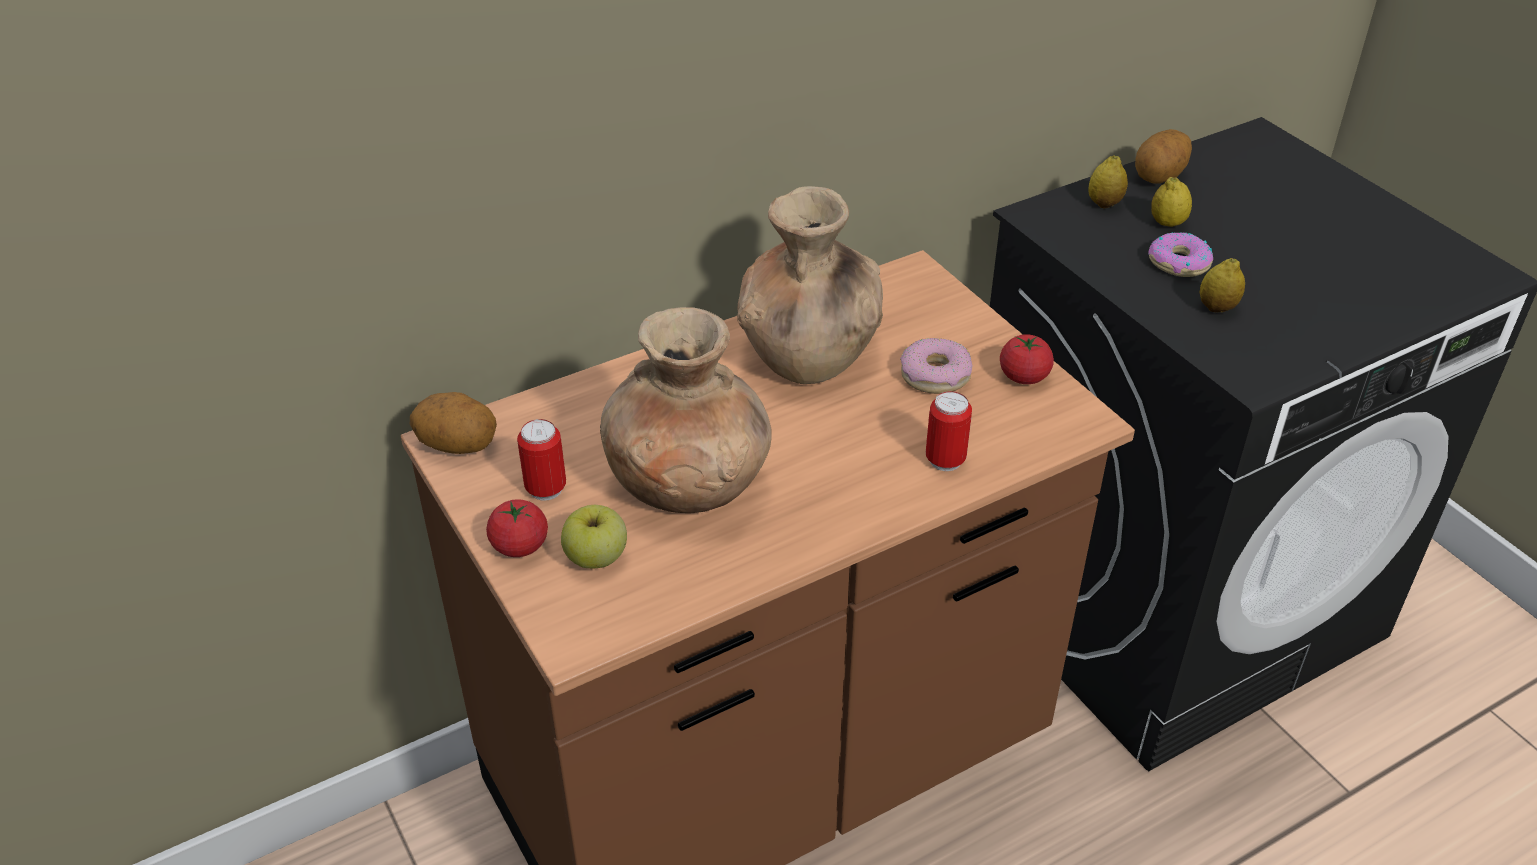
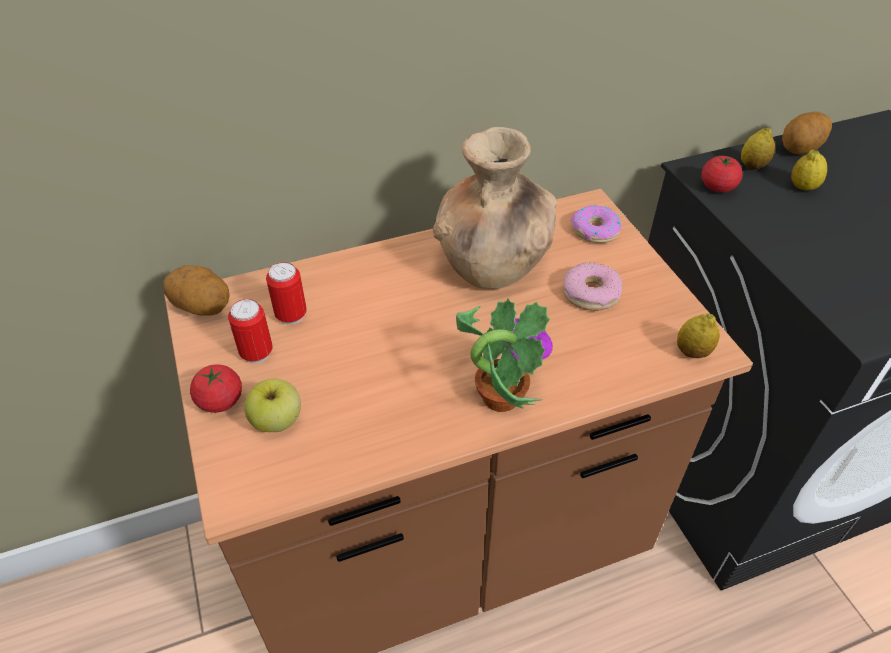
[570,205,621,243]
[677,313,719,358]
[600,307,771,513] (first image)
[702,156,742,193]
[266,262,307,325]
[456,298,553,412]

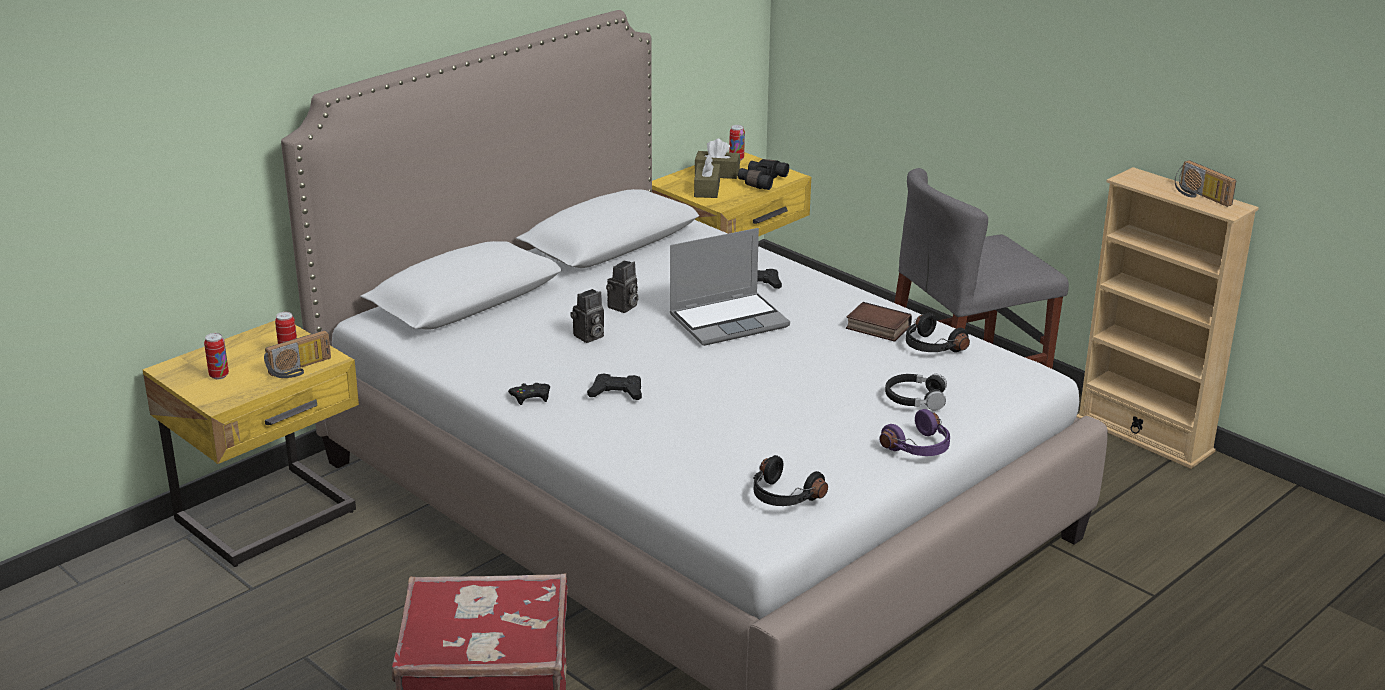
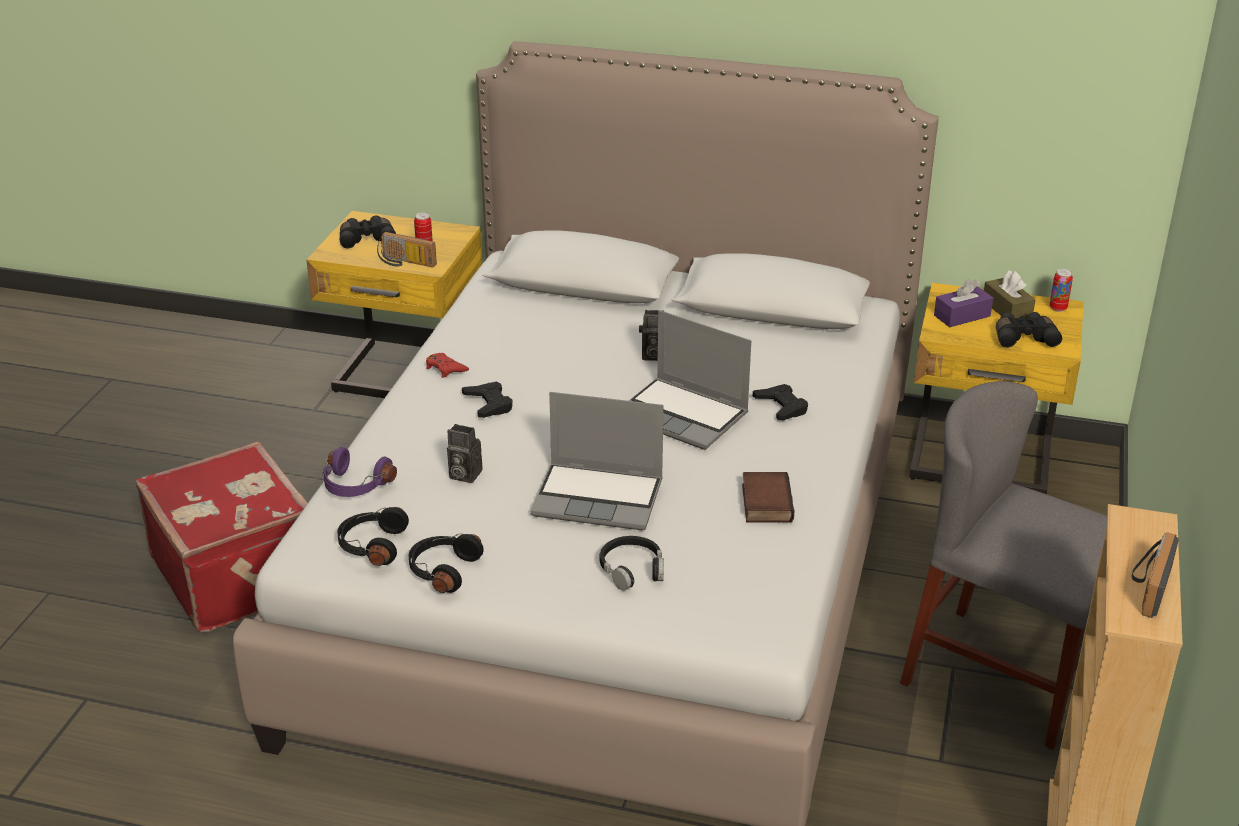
[934,279,993,327]
[447,424,482,483]
[408,533,484,593]
[340,215,396,249]
[426,353,469,378]
[322,447,397,497]
[530,392,664,530]

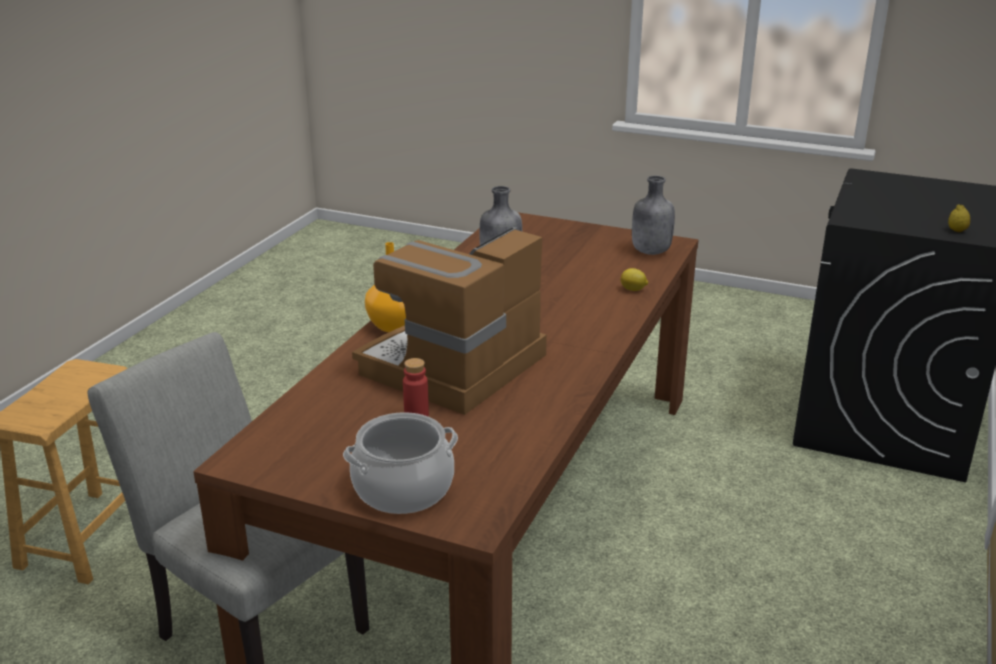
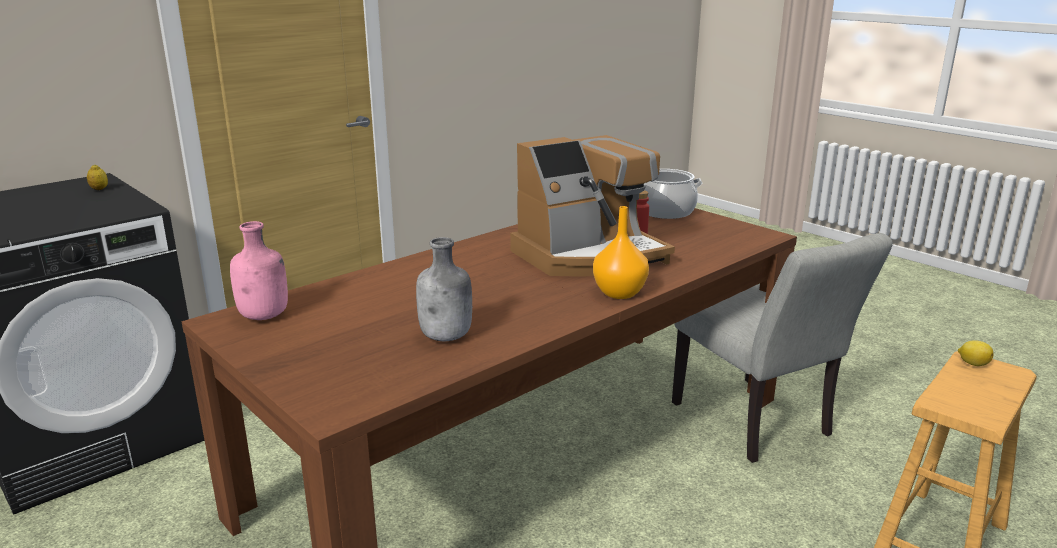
[230,221,288,320]
[958,340,994,366]

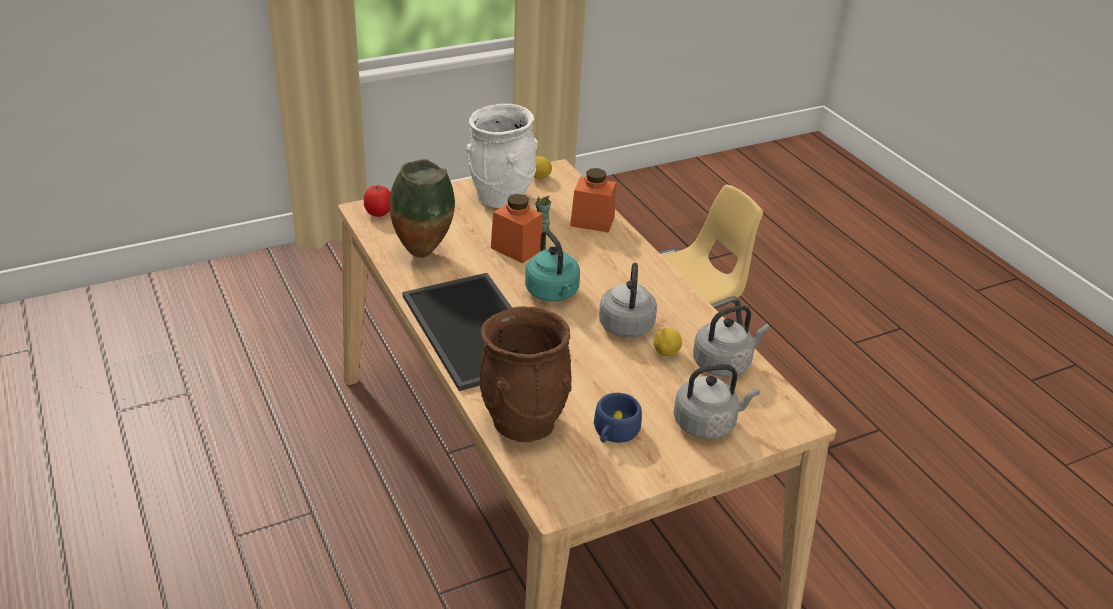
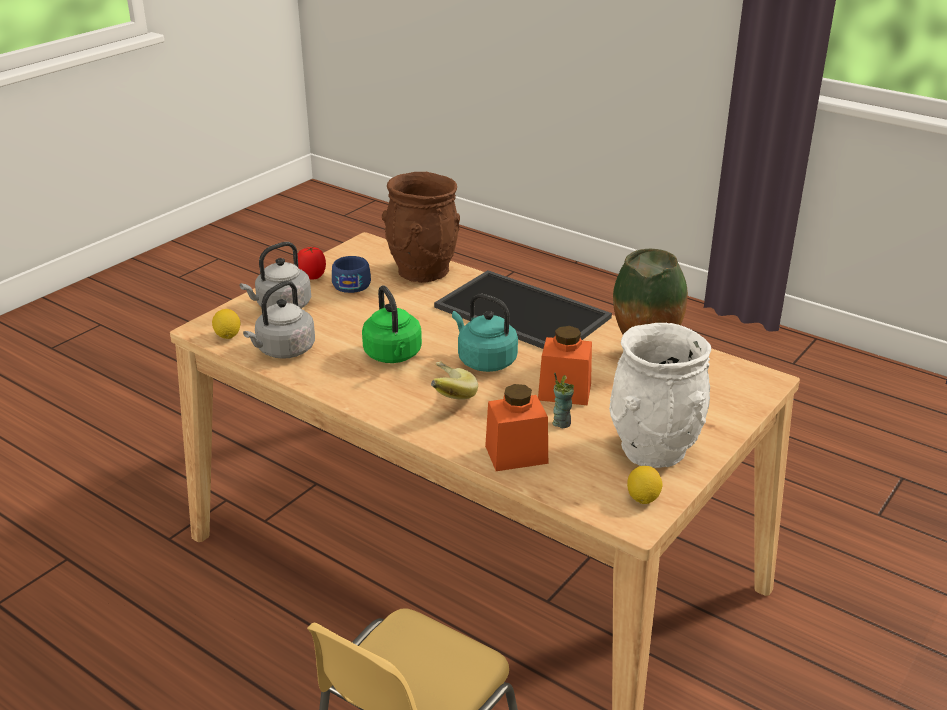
[298,247,326,280]
[362,285,422,363]
[212,309,240,339]
[431,361,478,400]

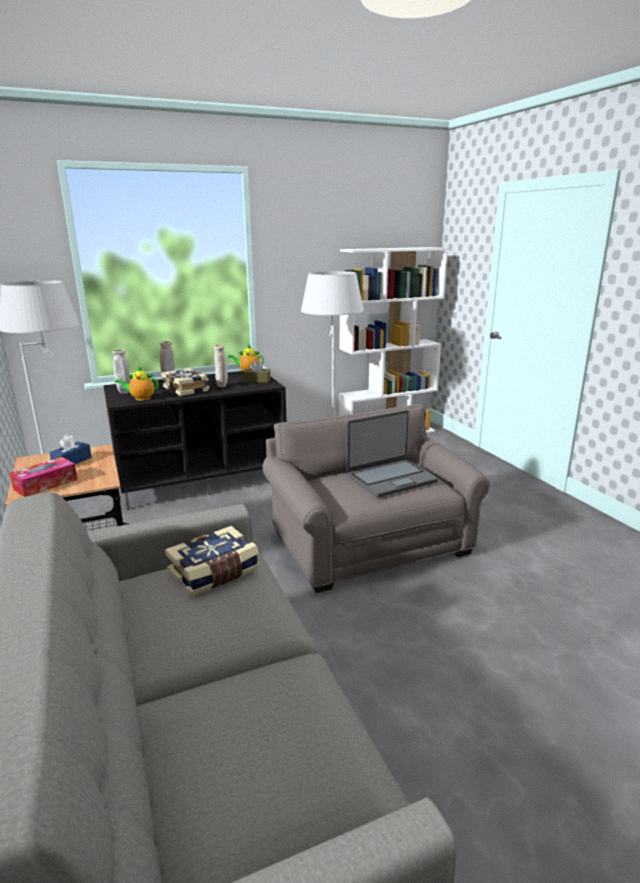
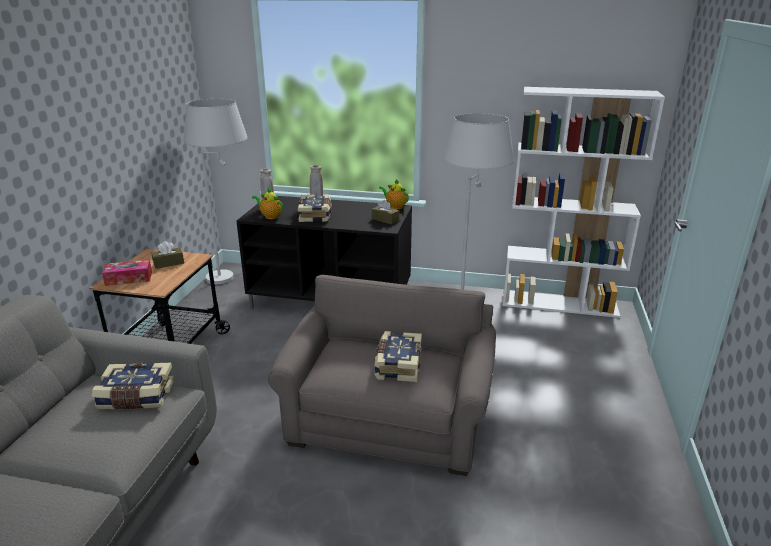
[213,345,228,387] (first image)
[374,331,422,382]
[152,241,184,269]

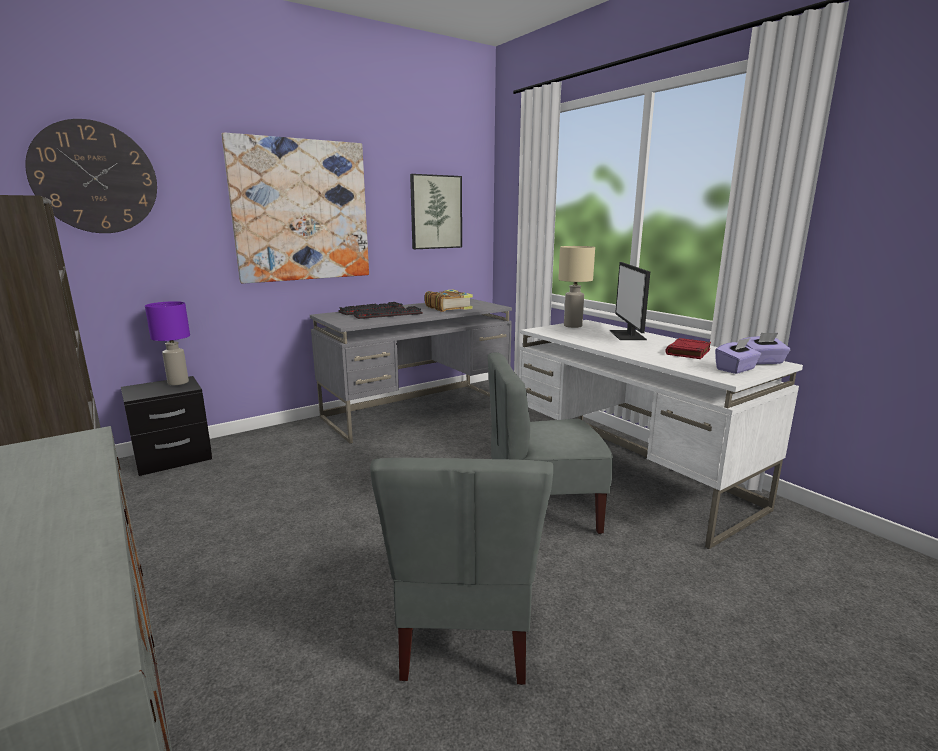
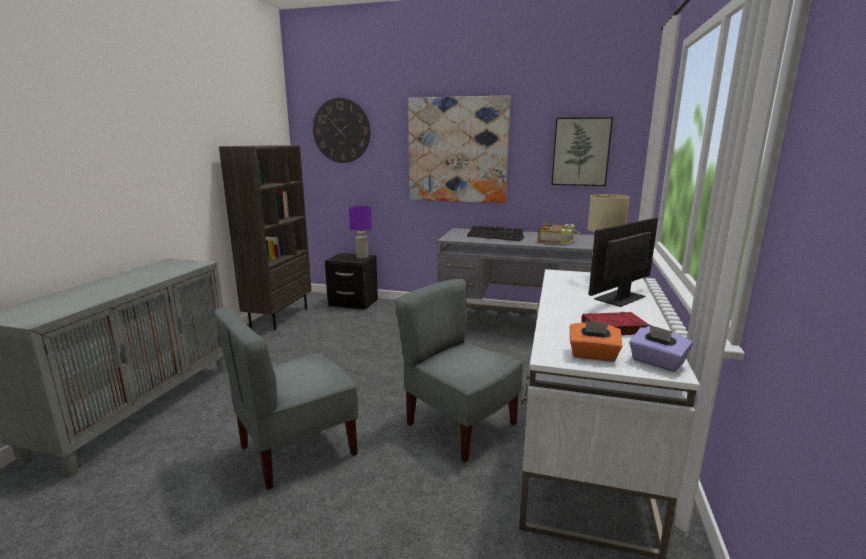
[570,321,622,362]

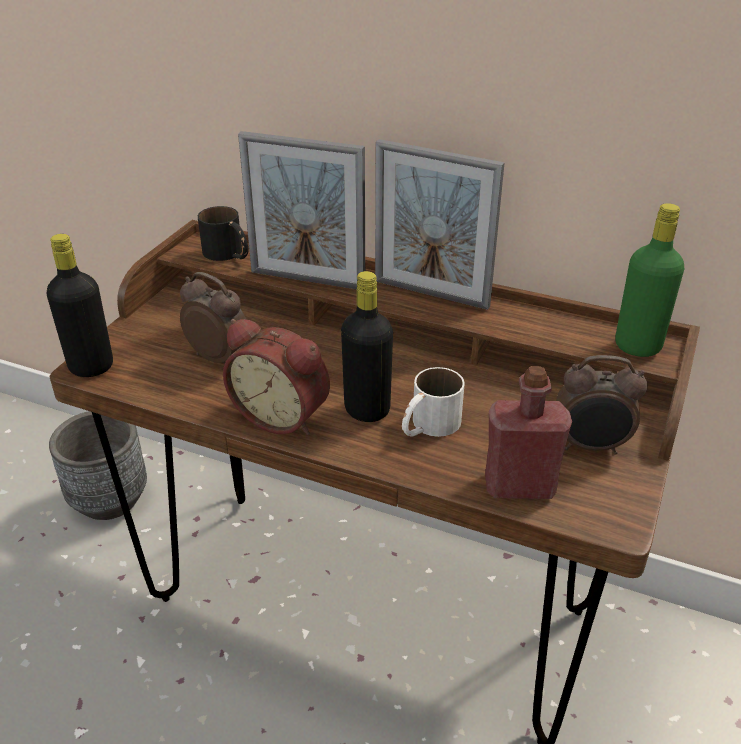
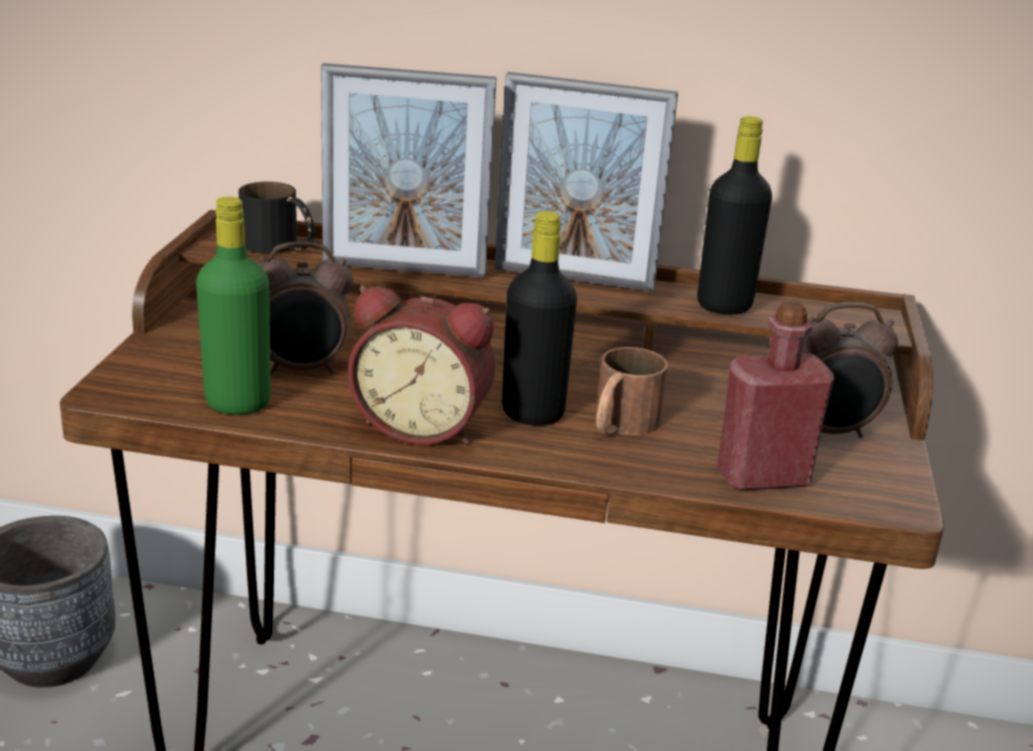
[196,197,271,414]
[697,116,772,314]
[259,242,353,374]
[596,347,668,435]

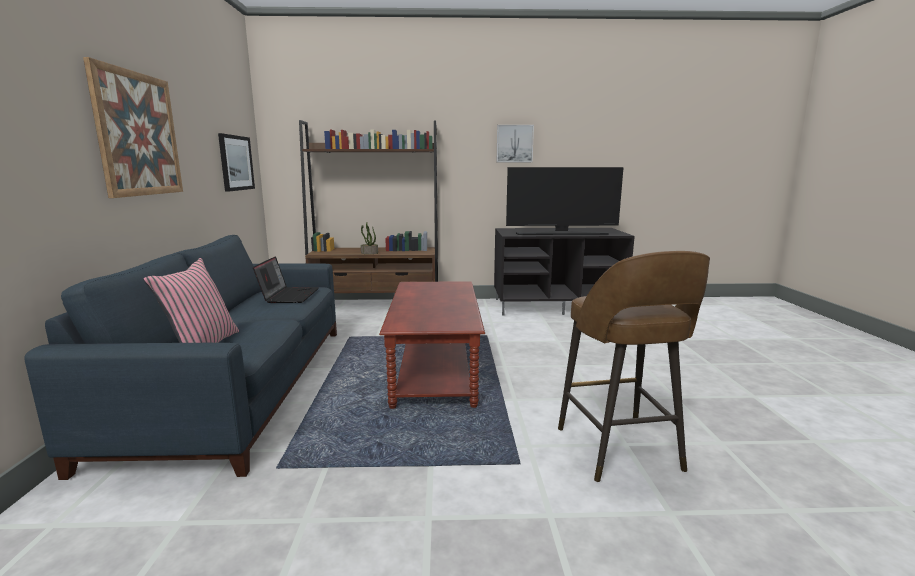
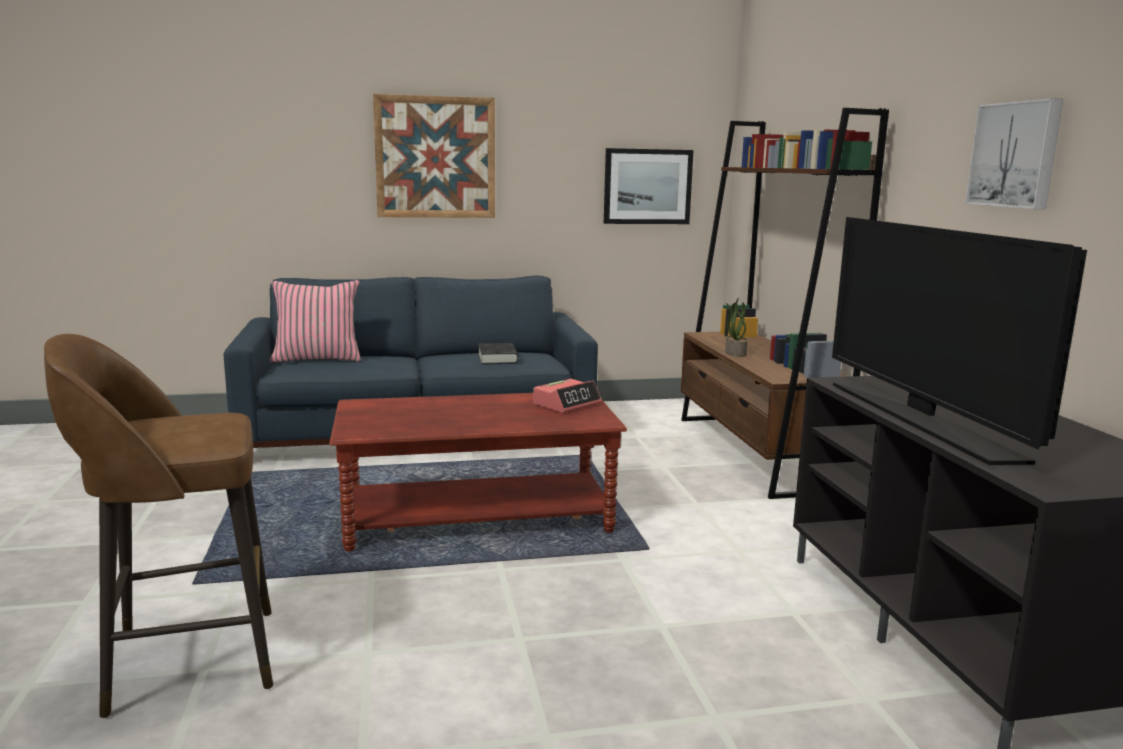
[478,343,519,364]
[533,379,602,413]

